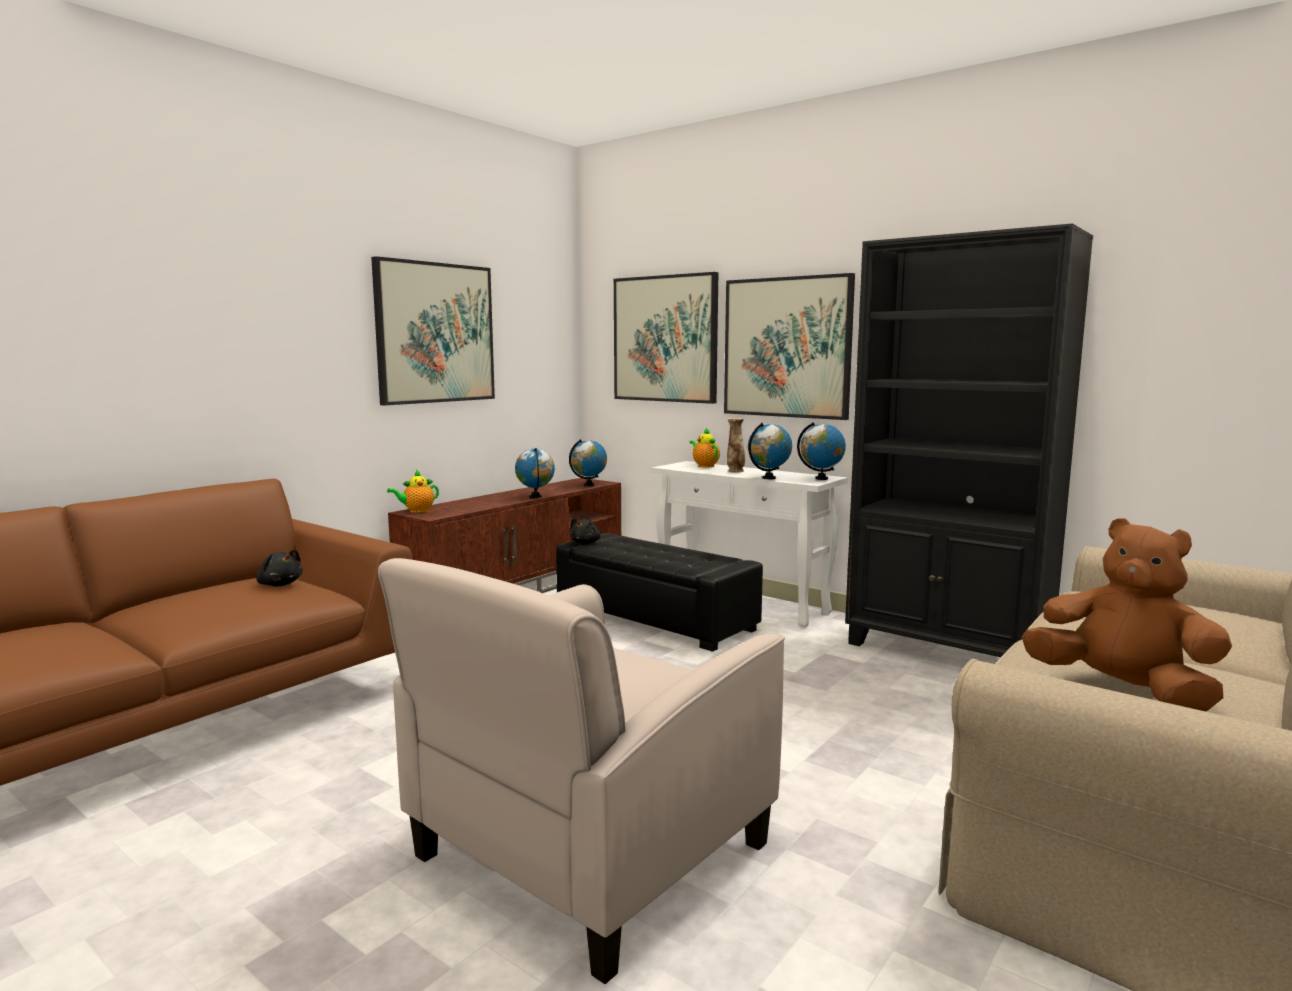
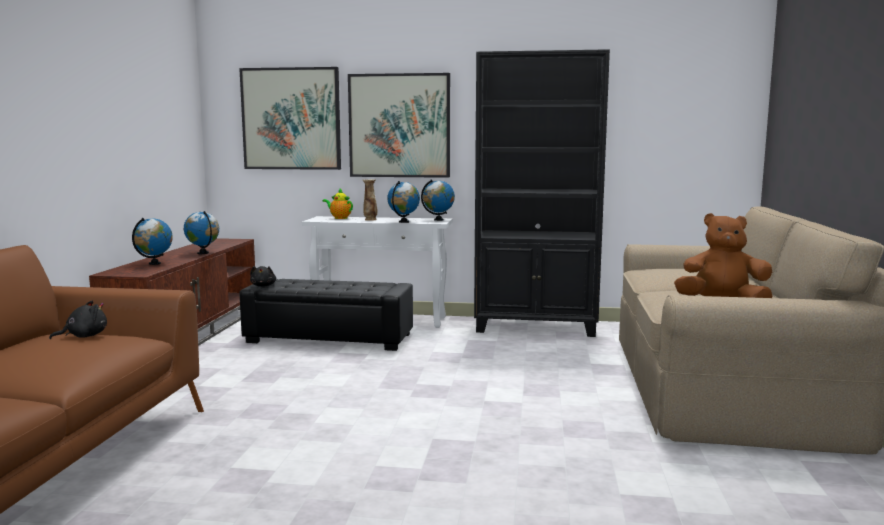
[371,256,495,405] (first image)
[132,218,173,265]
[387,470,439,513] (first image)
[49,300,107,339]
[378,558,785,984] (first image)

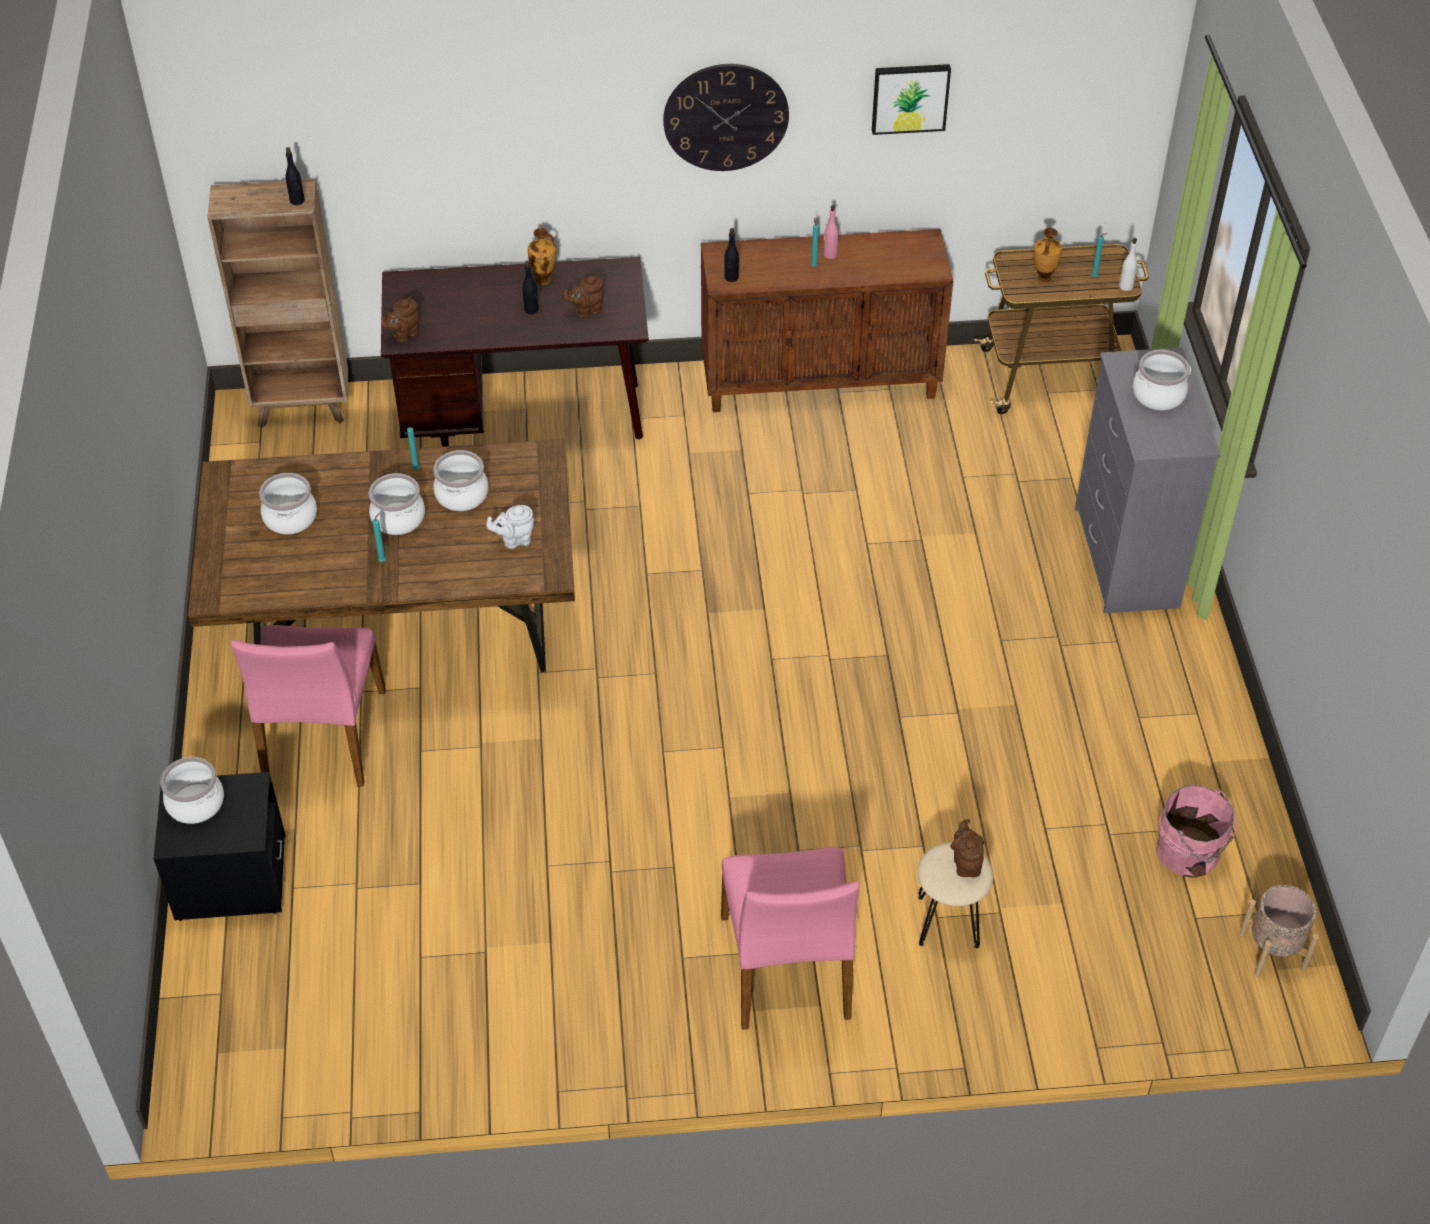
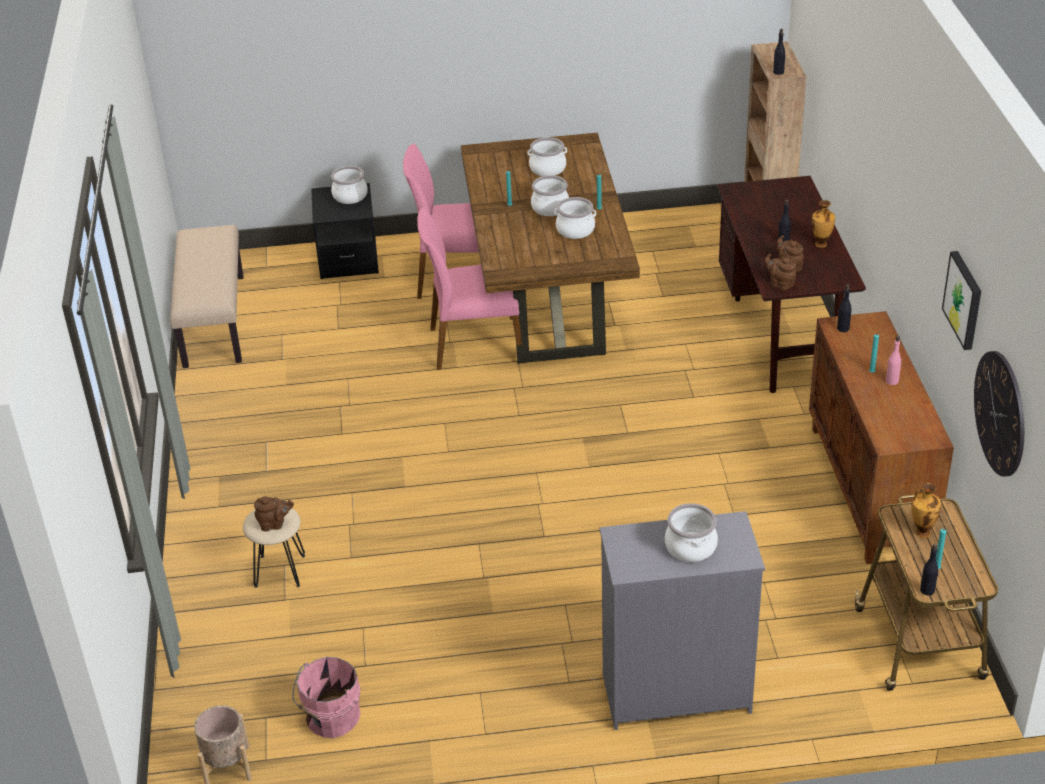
[974,351,1024,477]
[920,544,938,595]
[765,254,796,290]
[486,505,535,549] (first image)
[417,207,522,370]
[170,225,244,368]

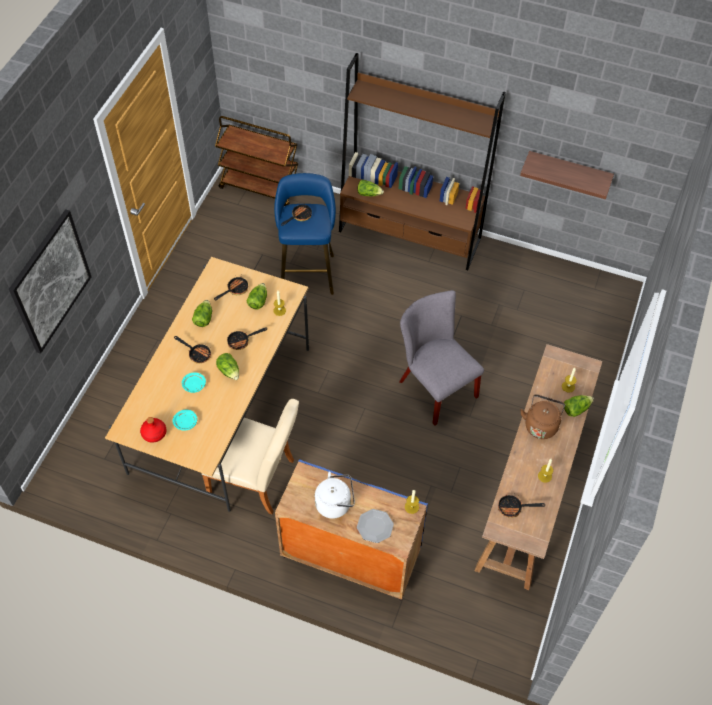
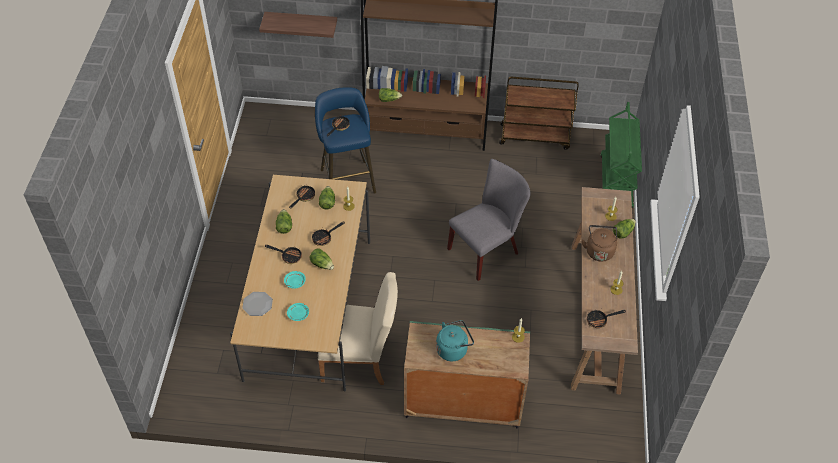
[499,77,579,150]
[259,12,337,38]
[9,209,92,354] (first image)
[447,159,531,281]
[140,417,166,443] (first image)
[404,321,530,429]
[436,320,474,361]
[242,292,273,316]
[600,102,642,208]

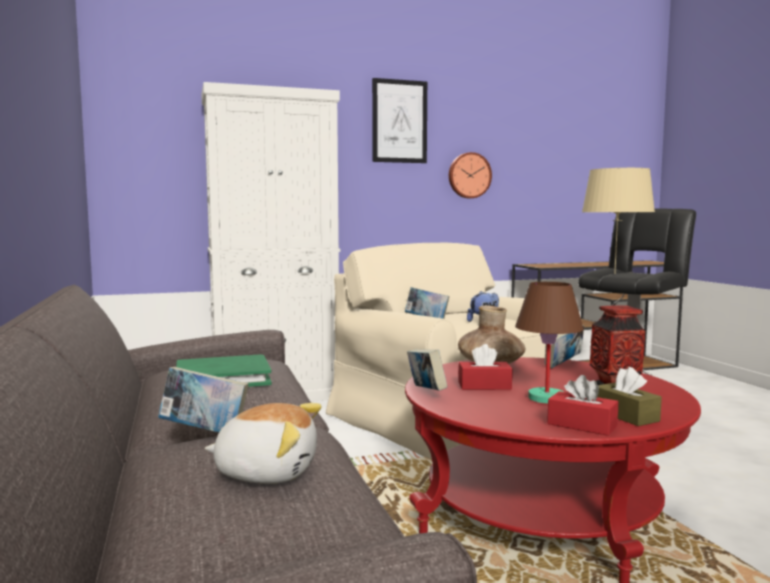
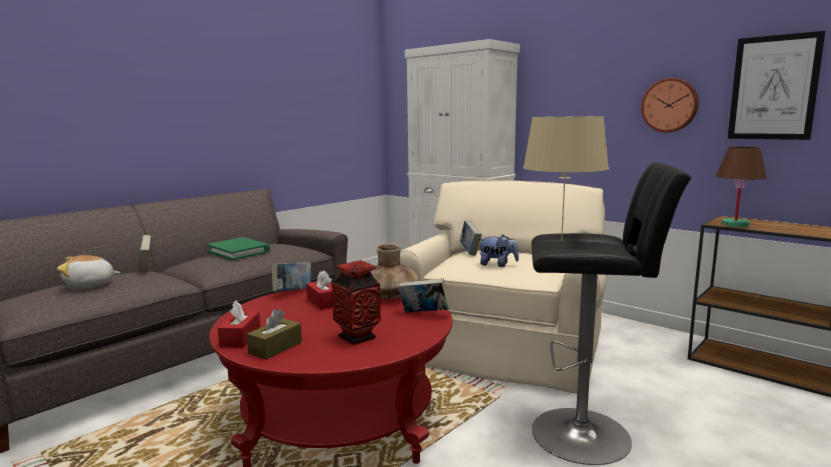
[728,31,825,140]
[716,147,767,227]
[57,255,121,289]

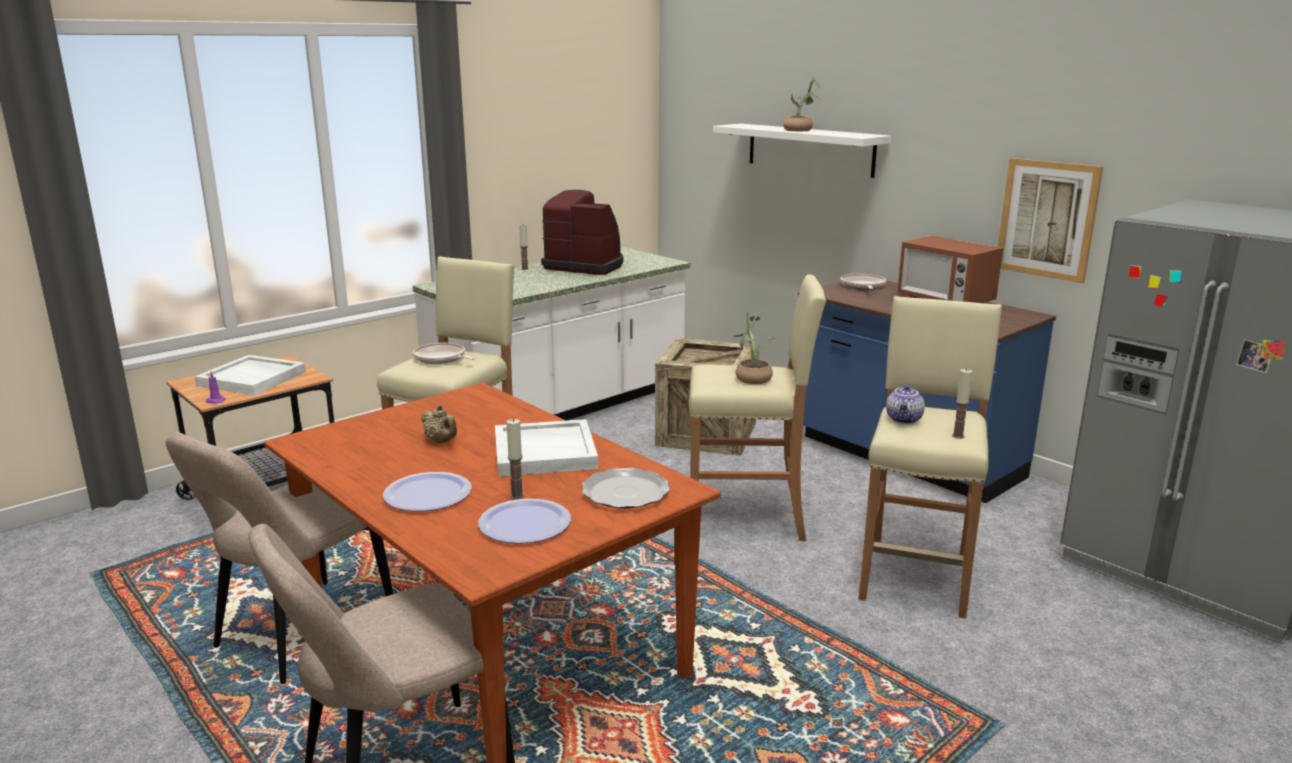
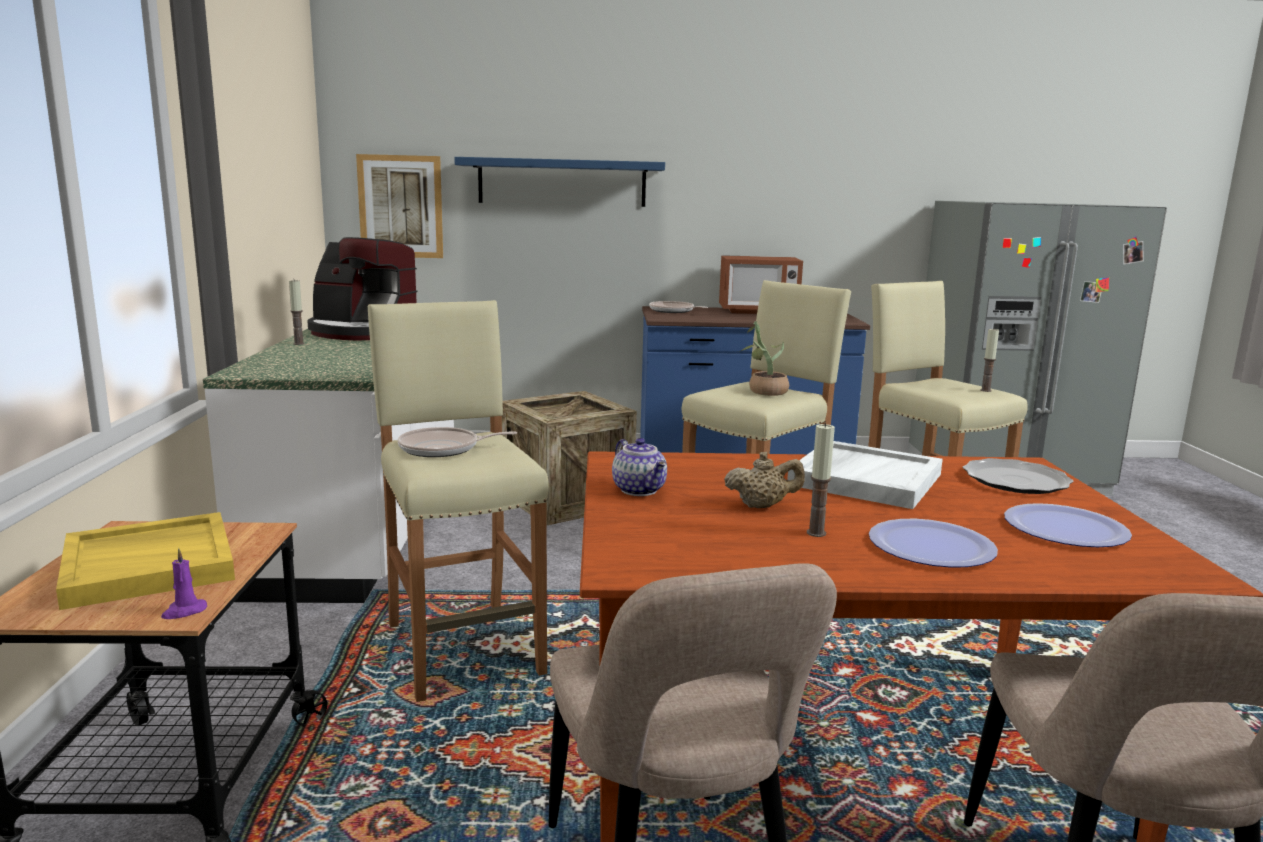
[783,77,823,131] (first image)
[454,157,665,207]
[356,154,443,258]
[308,237,418,340]
[56,512,235,610]
[612,438,667,496]
[807,423,835,537]

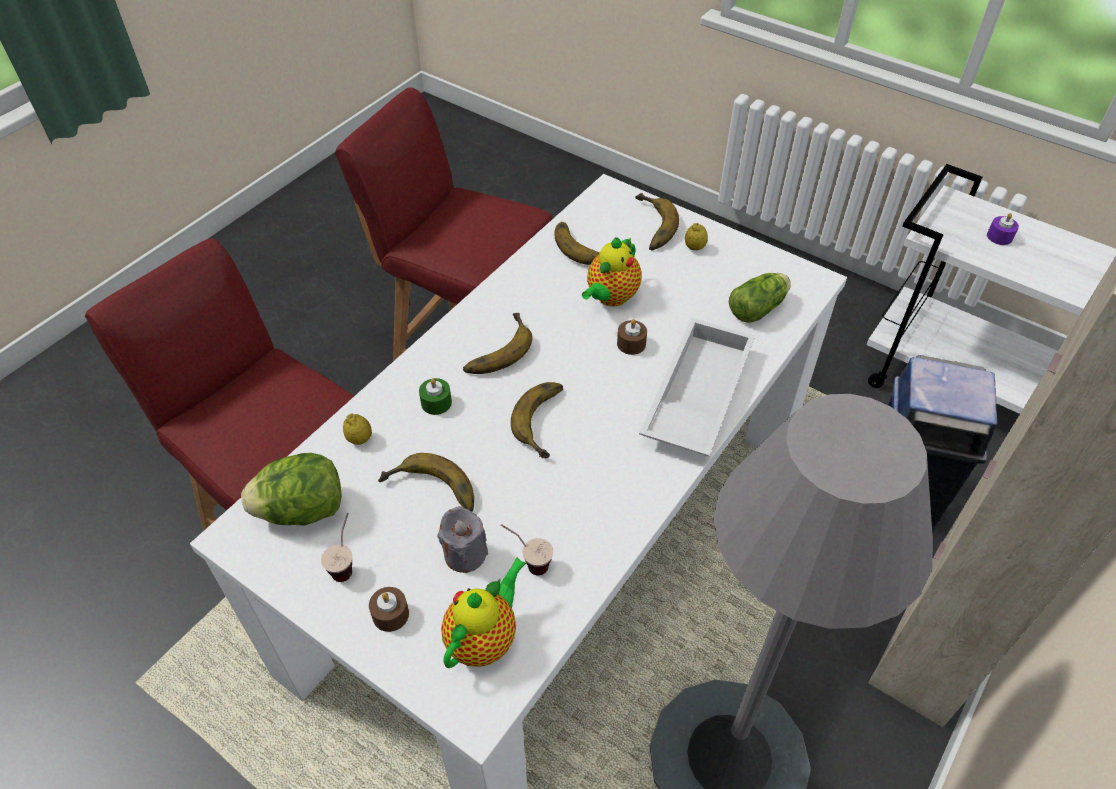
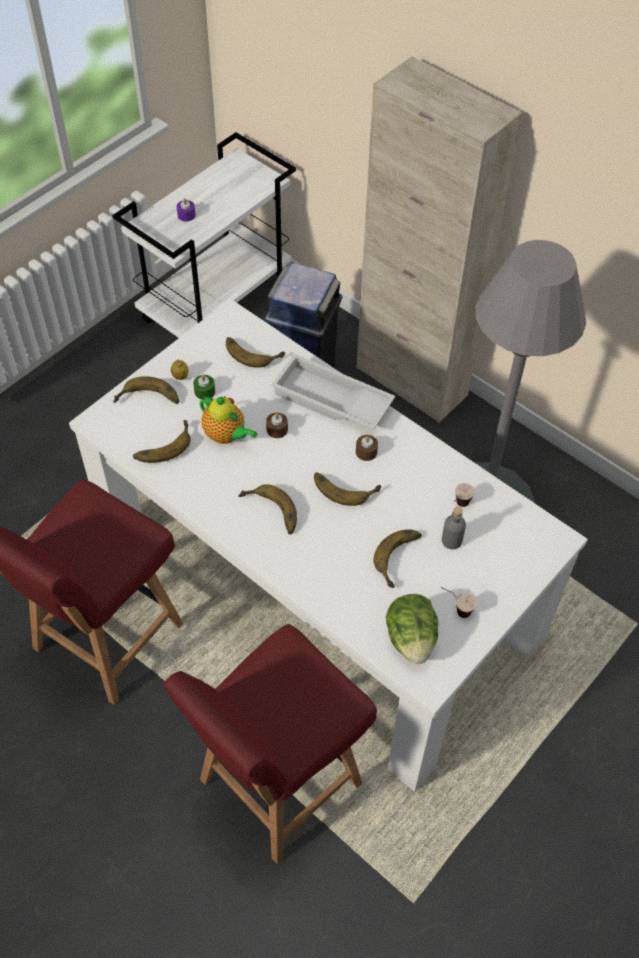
[226,337,285,368]
[193,375,215,400]
[343,413,372,445] (first image)
[442,507,466,549]
[441,558,526,668] (first image)
[356,435,378,461]

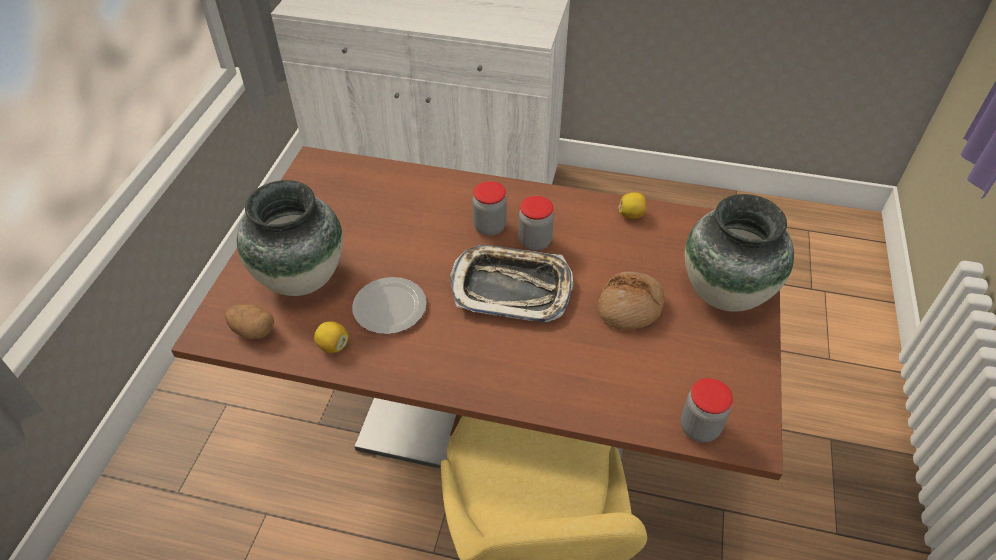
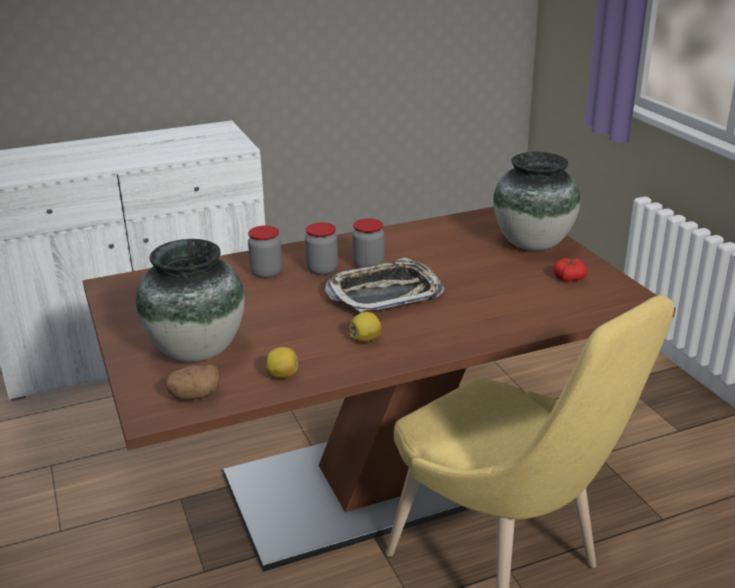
[349,312,381,342]
[598,272,665,330] (first image)
[352,277,427,334] (first image)
[248,225,282,278]
[554,258,587,282]

